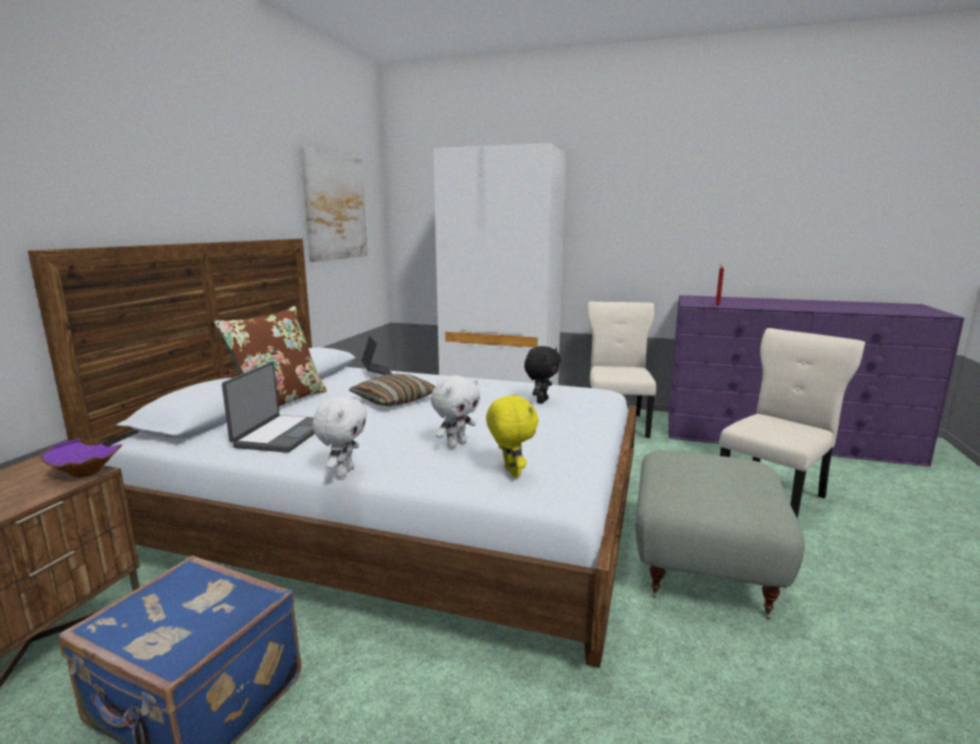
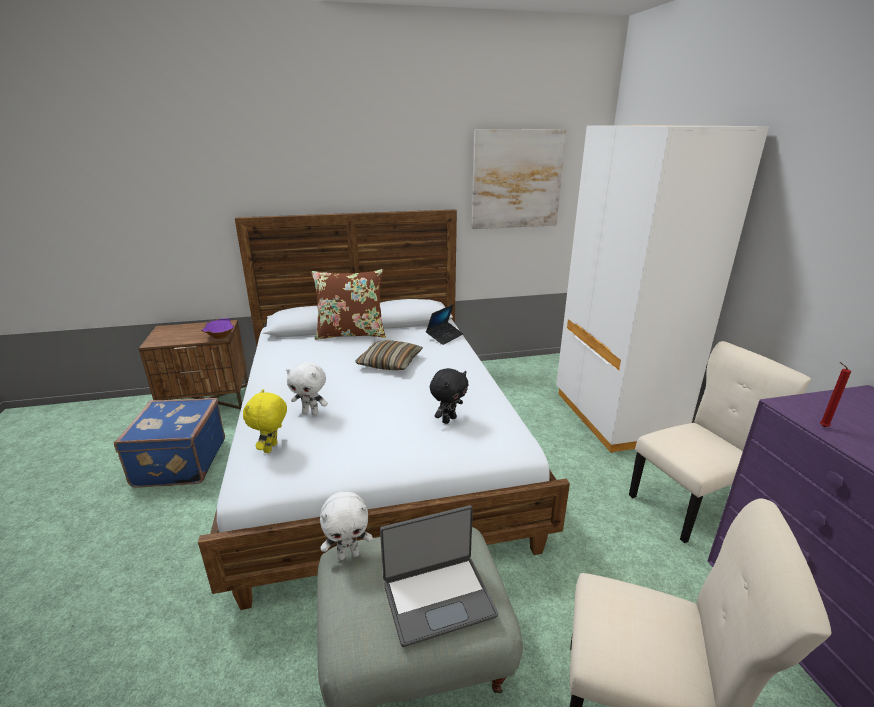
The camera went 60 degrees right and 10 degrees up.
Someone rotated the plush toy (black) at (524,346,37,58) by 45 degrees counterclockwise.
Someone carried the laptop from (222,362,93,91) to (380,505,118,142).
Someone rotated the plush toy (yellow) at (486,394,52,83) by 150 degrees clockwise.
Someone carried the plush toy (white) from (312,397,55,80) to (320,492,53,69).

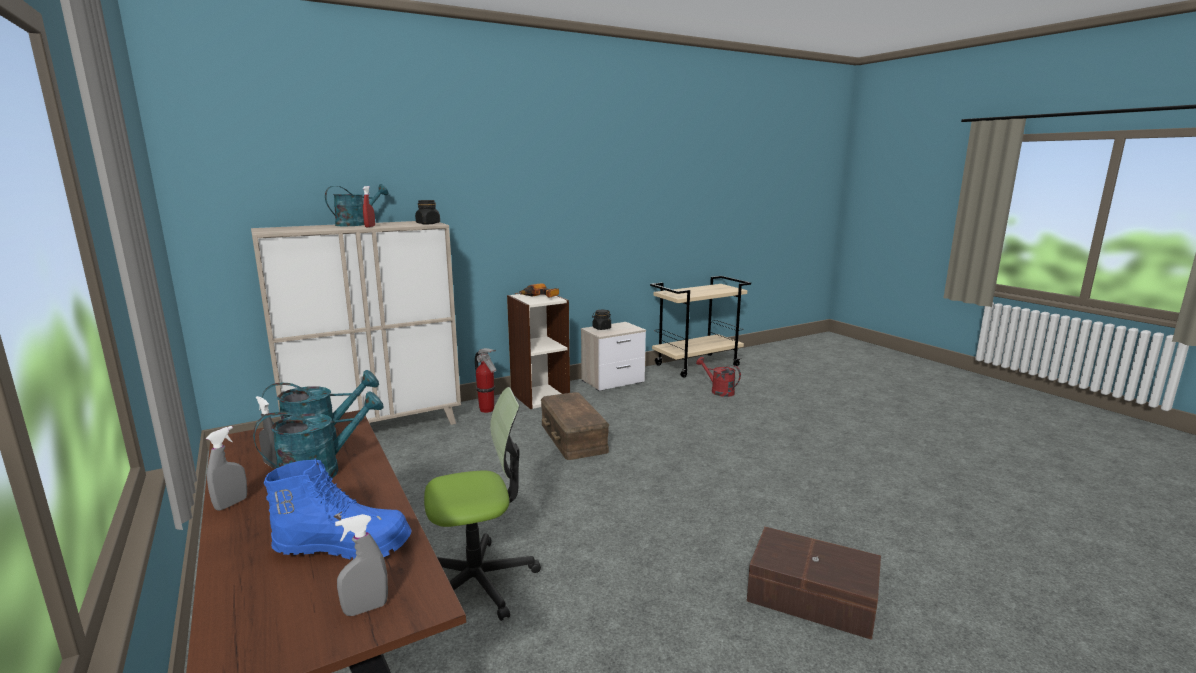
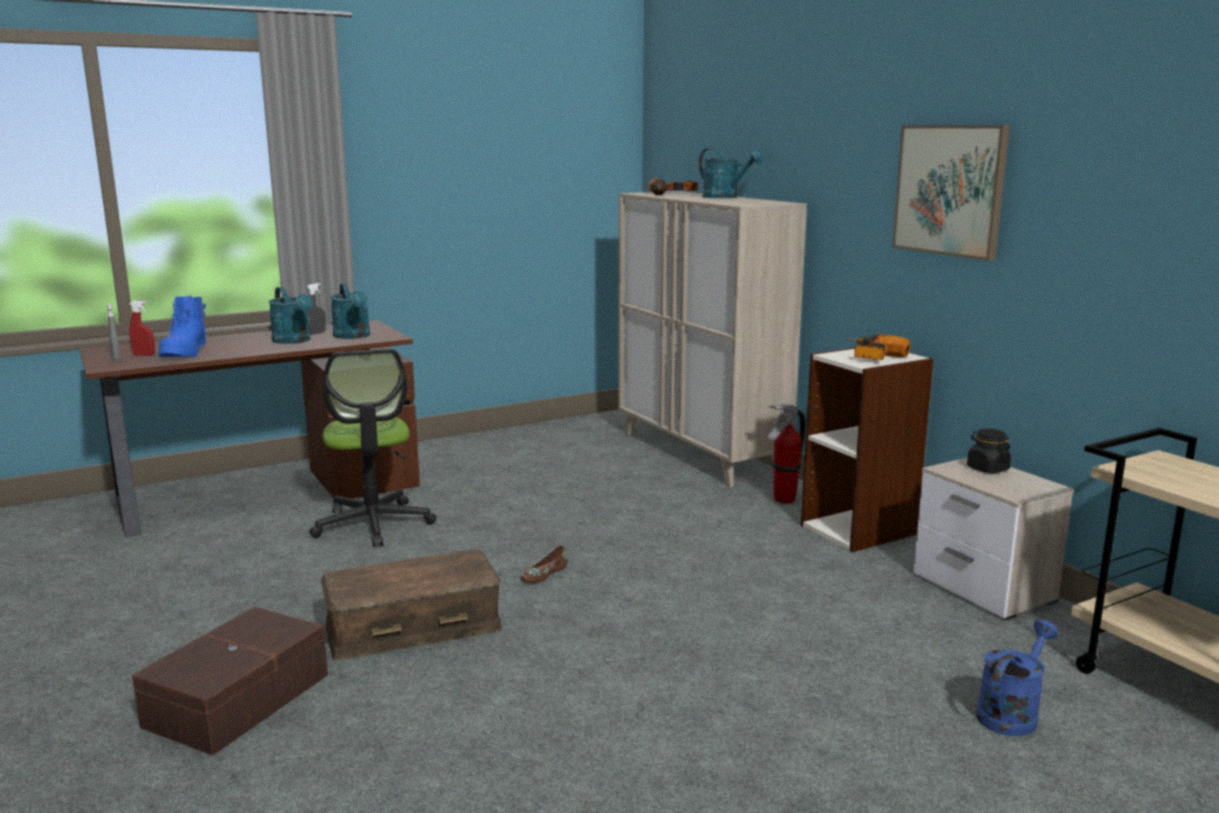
The camera went 90 degrees right and 0 degrees up.
Someone carried the spray bottle (red) from (363,186,12,41) to (129,301,26,55).
Someone took away the jar (black) at (415,200,25,24).
Someone repainted the watering can (red) at (696,357,45,40), which became the watering can (blue) at (976,619,83,117).
Someone carried the storage box (brown) from (541,392,68,68) to (321,550,181,110).
Someone took away the spray bottle (grey) at (206,426,41,85).
Someone put up the picture at (892,125,118,136).
Someone put down the power drill at (648,179,50,16).
Someone put down the shoe (brown) at (520,545,47,38).

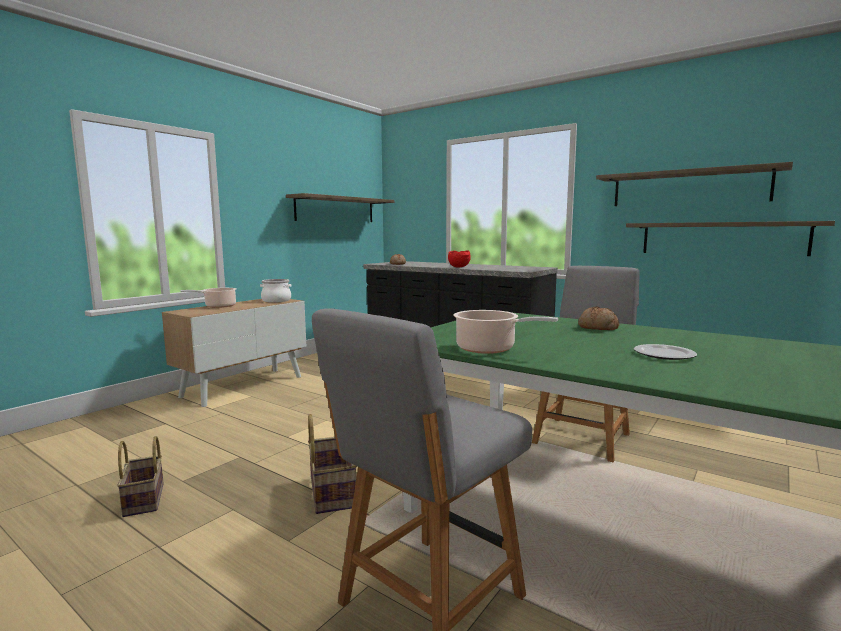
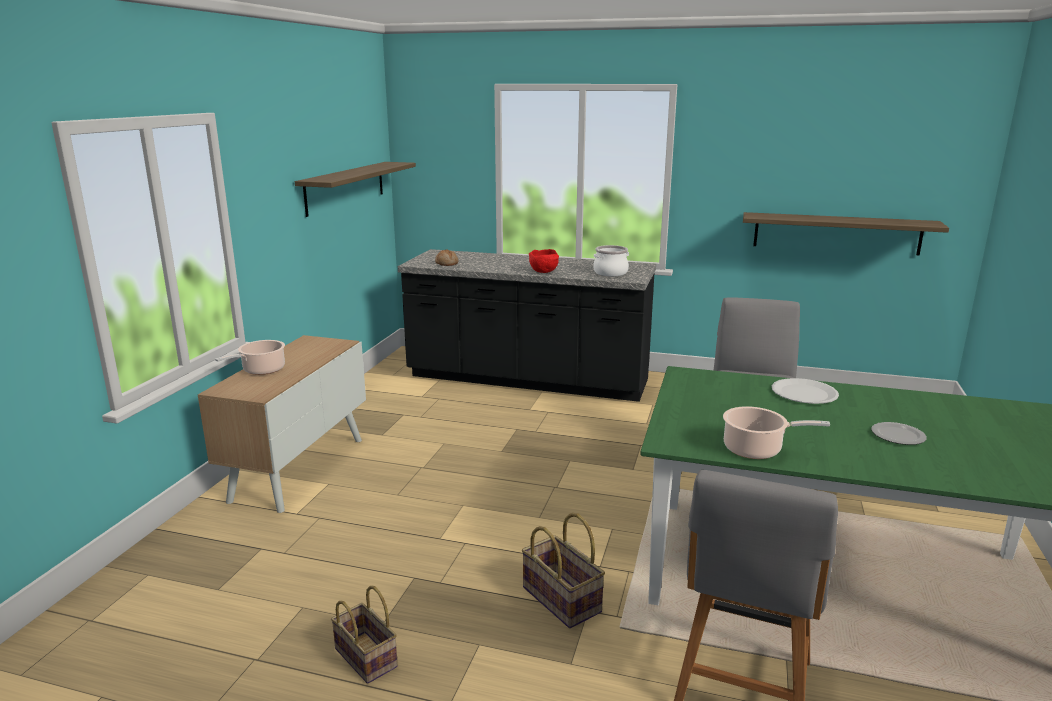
The camera went 20 degrees left and 10 degrees up.
Someone took away the shelf at (596,162,197,44).
Someone carried the cooking pot from (260,279,31,24) to (593,245,36,31).
Someone swapped the bread at (578,306,41,24) for the plate (white) at (772,378,67,26).

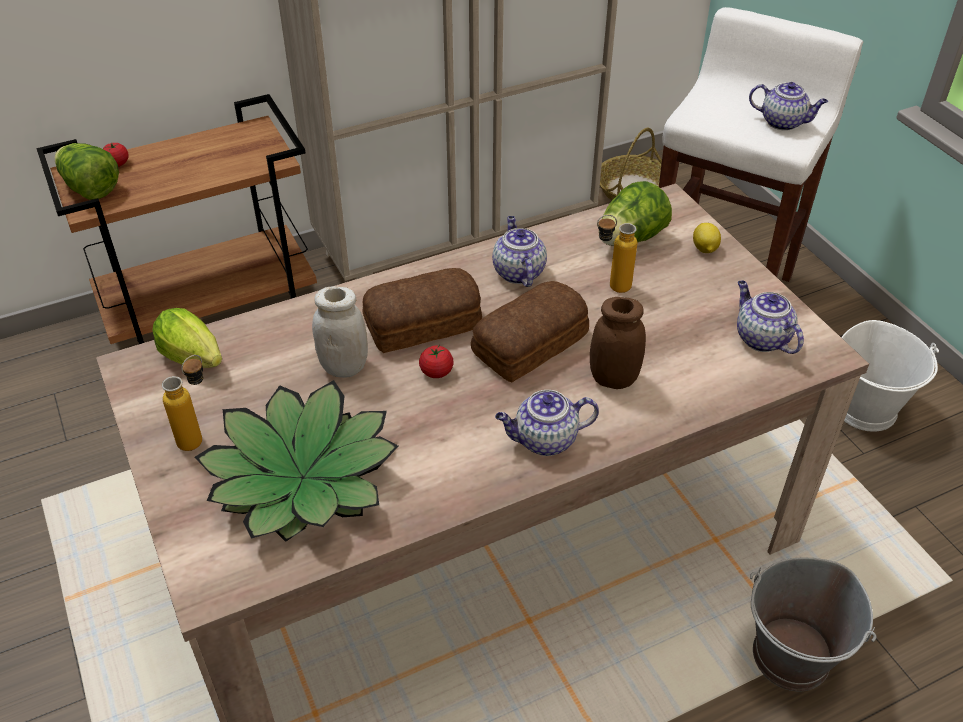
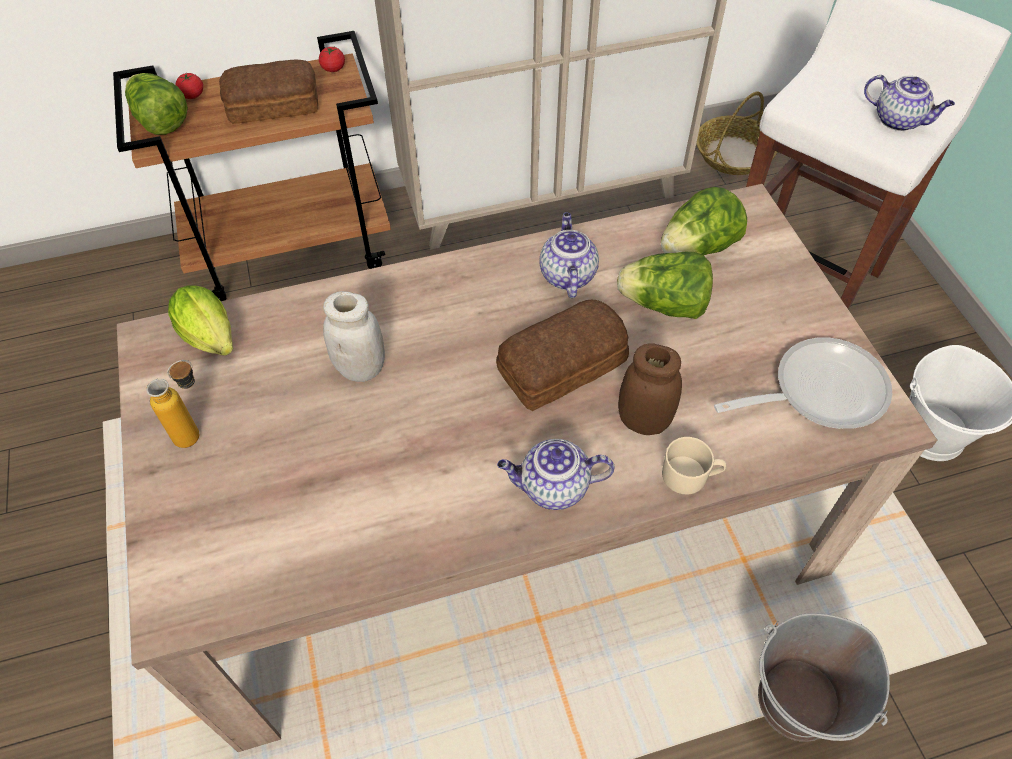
The camera went 10 degrees right and 10 degrees up.
Someone swapped the bottle at (597,215,40,78) for the lettuce at (617,252,96,67).
Someone took away the lemon at (693,223,28,30).
Someone carried the bread from (362,268,120,85) to (219,60,99,64).
Someone swapped the teapot at (737,281,67,73) for the frying pan at (714,337,178,92).
Someone carried the tomato from (419,345,35,33) to (319,47,26,25).
Someone took away the potted plant at (195,380,203,162).
Someone put down the mug (beige) at (662,437,65,57).

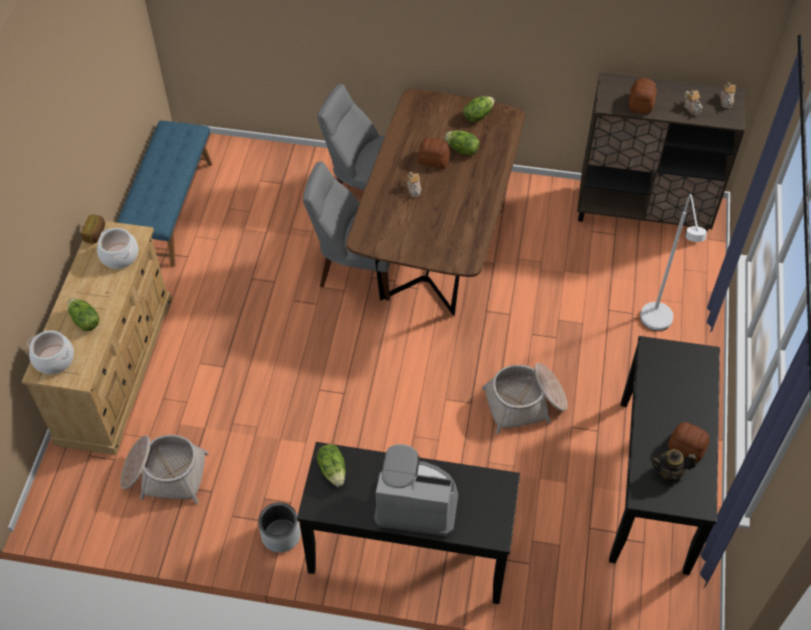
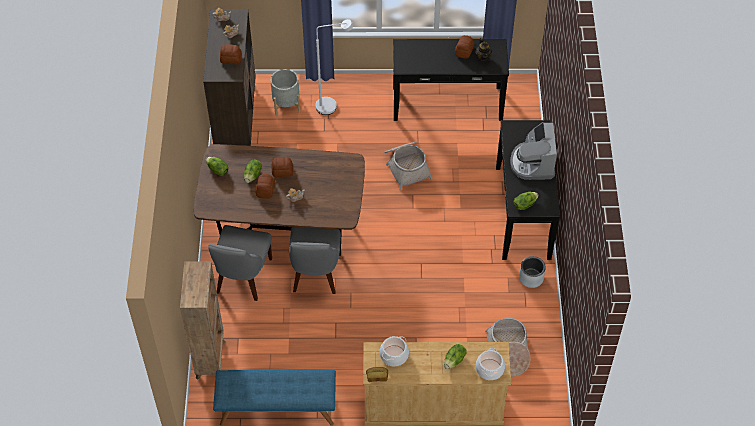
The camera went 100 degrees left and 0 degrees up.
Someone put down the planter (grey) at (270,69,30,46).
Someone put down the bread at (272,157,21,20).
Someone put down the bookcase (brown) at (180,261,46,119).

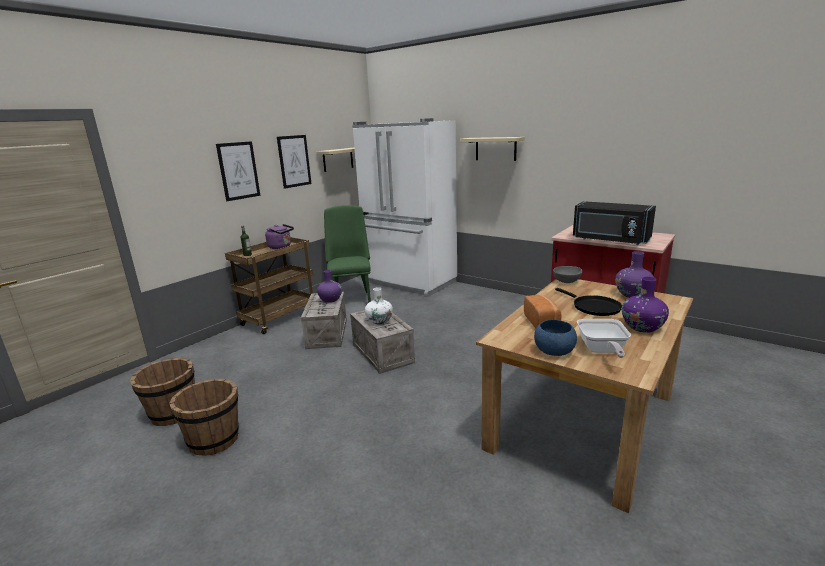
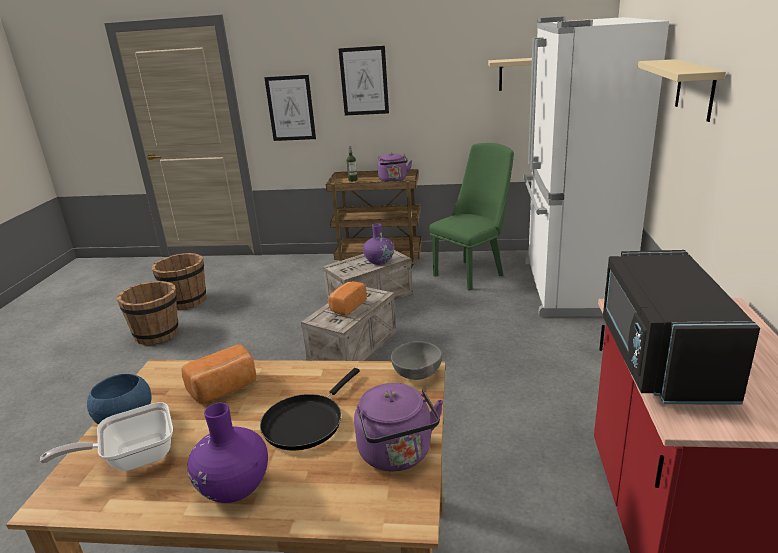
The camera went 60 degrees right and 5 degrees up.
Someone carried the picture from (277,135,35,54) to (264,75,52,66).
Someone swapped the vase (purple) at (615,251,39,47) for the kettle (purple) at (354,383,89,88).
Someone swapped the vase (white) at (365,287,28,38) for the bread at (328,281,39,35).

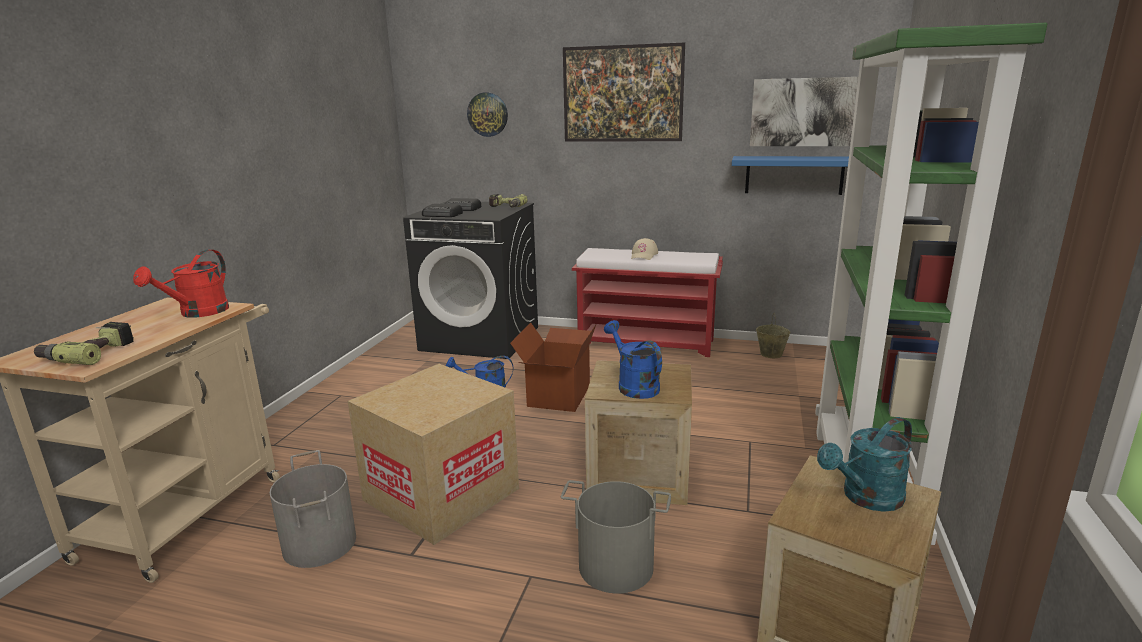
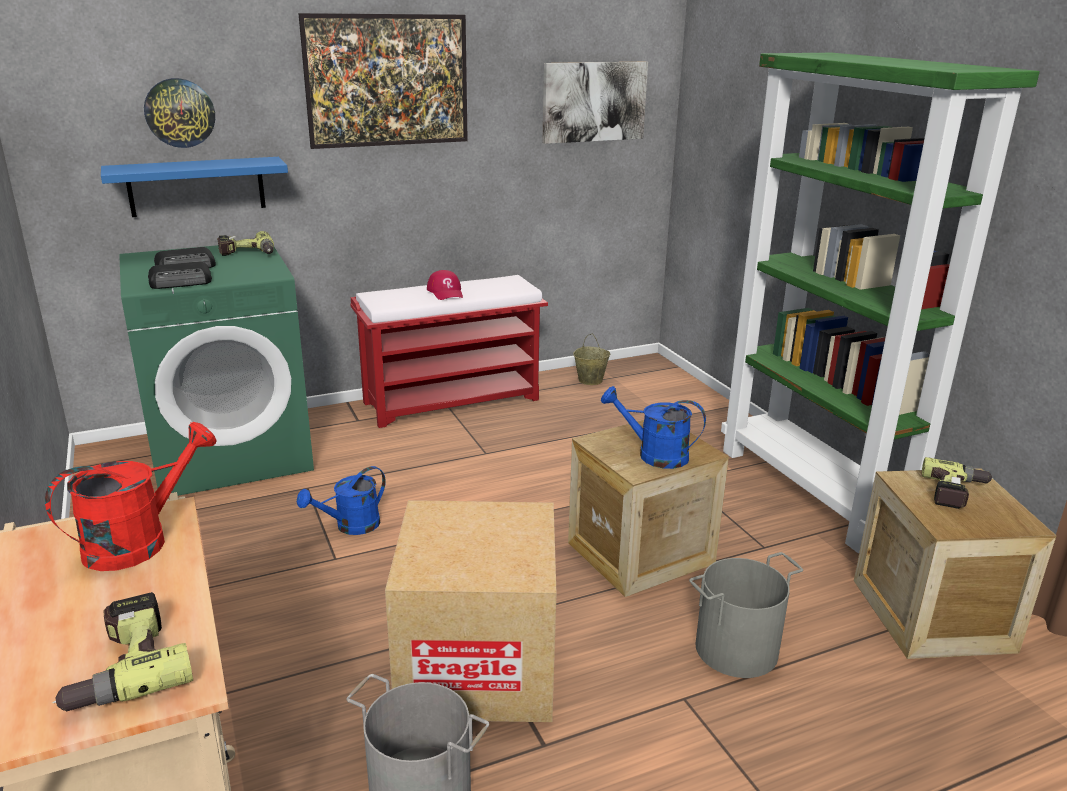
The camera went 40 degrees left and 5 degrees up.
Someone carried the shelf (blue) from (732,156,117,39) to (101,157,187,60).
Someone repainted the washing machine (black) at (403,201,135,158), which became the washing machine (green) at (119,245,195,251).
Someone repainted the cap (beige) at (631,238,27,22), which became the cap (red) at (427,270,36,30).
Someone rotated the watering can (red) at (133,249,96,69) by 120 degrees counterclockwise.
Someone took away the cardboard box at (510,322,86,90).
Someone swapped the watering can (turquoise) at (817,417,96,95) for the power drill at (922,457,71,52).

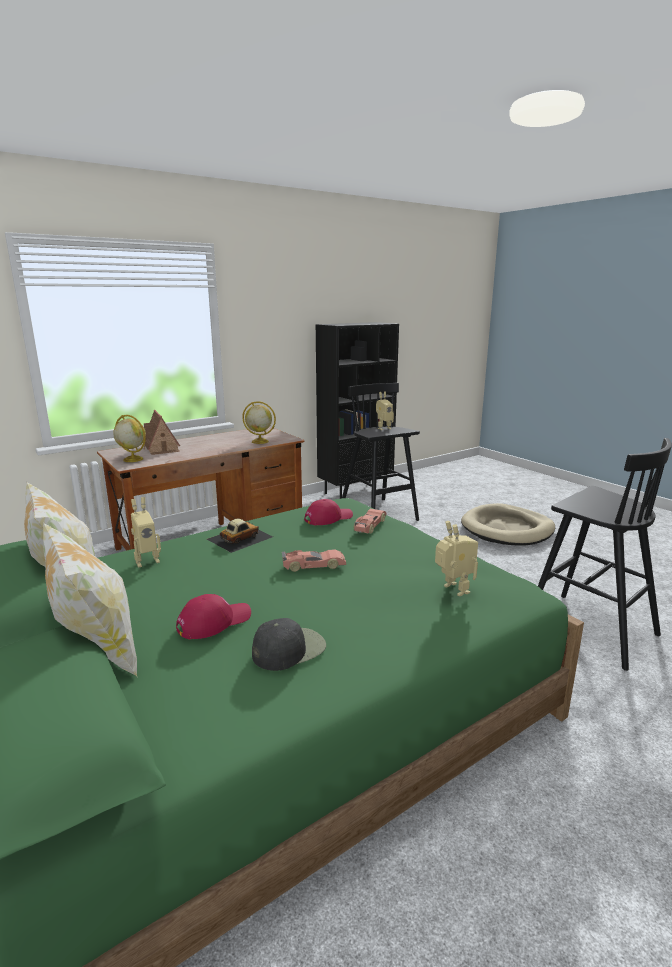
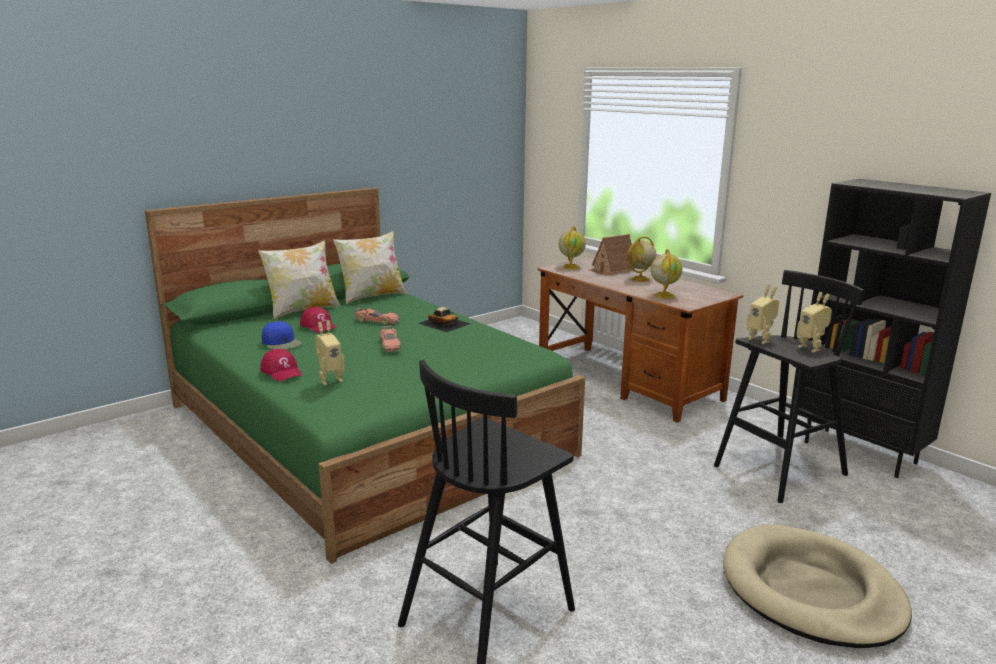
The camera went 85 degrees right and 0 degrees up.
Someone carried the toy robot from (131,497,30,70) to (746,284,33,60).
Someone carried the cap (red) from (304,499,49,27) to (260,349,42,32).
Someone carried the toy car from (354,509,33,24) to (355,308,45,17).
Someone repainted the cap (black) at (252,618,74,53), which became the cap (blue) at (262,321,40,28).
Someone put down the globe at (627,237,29,45).

